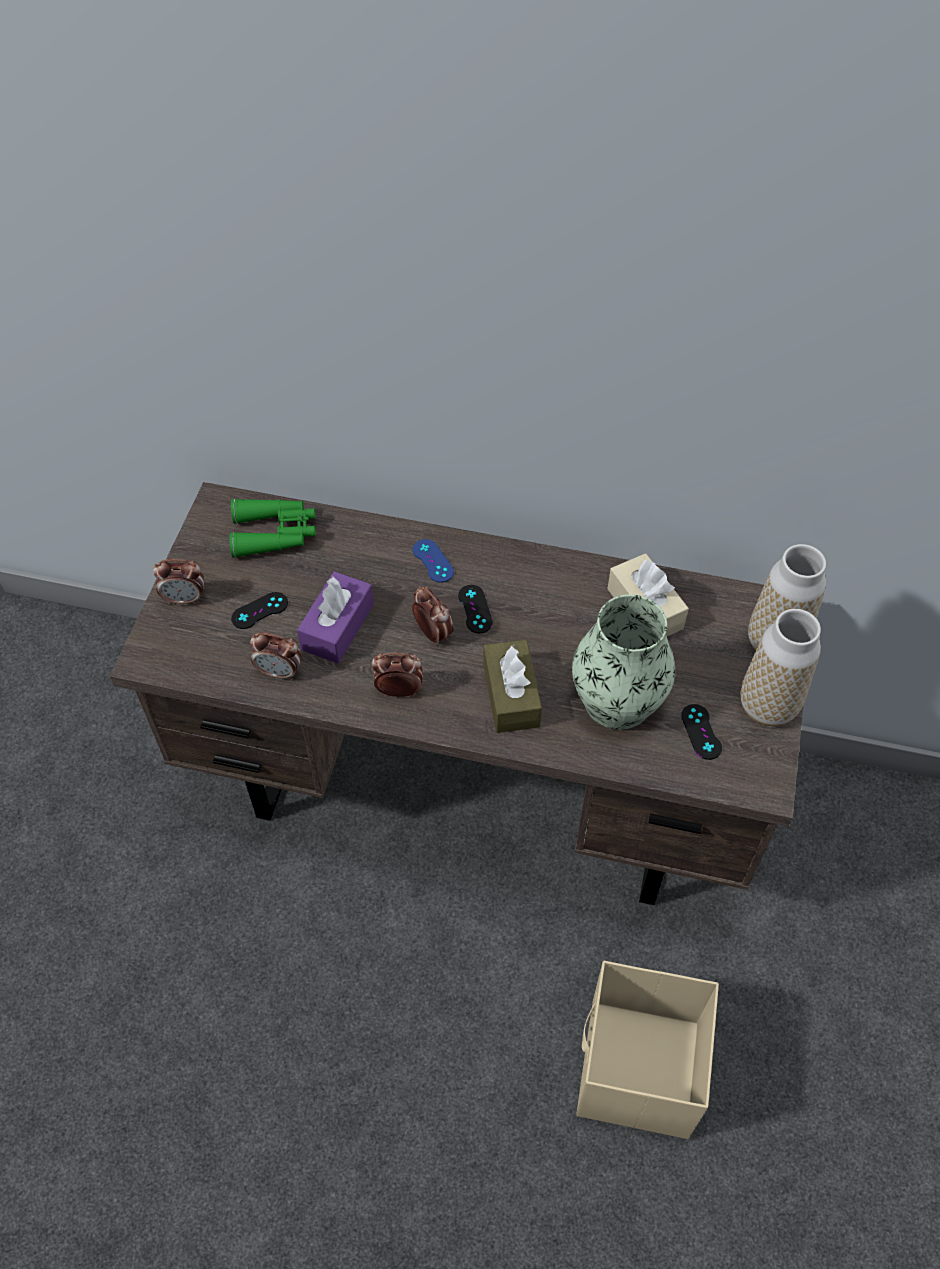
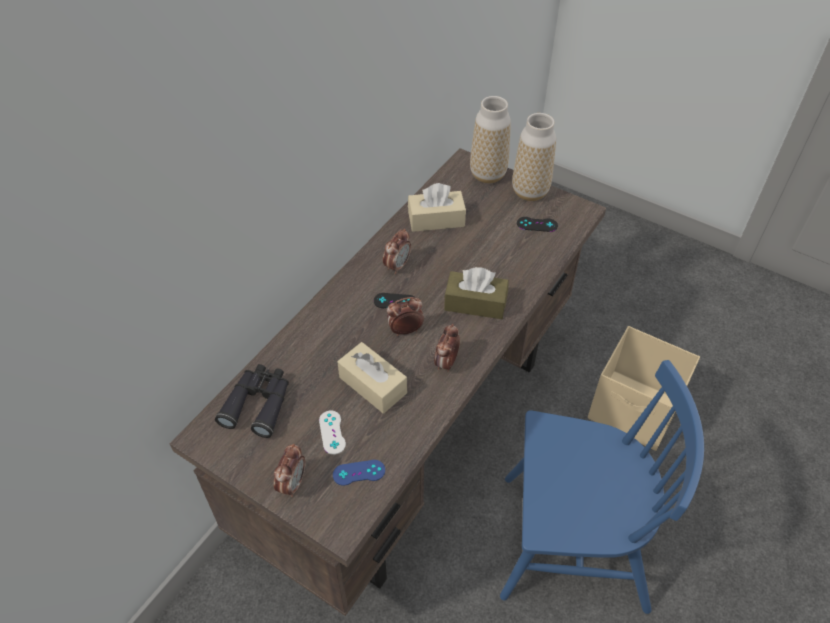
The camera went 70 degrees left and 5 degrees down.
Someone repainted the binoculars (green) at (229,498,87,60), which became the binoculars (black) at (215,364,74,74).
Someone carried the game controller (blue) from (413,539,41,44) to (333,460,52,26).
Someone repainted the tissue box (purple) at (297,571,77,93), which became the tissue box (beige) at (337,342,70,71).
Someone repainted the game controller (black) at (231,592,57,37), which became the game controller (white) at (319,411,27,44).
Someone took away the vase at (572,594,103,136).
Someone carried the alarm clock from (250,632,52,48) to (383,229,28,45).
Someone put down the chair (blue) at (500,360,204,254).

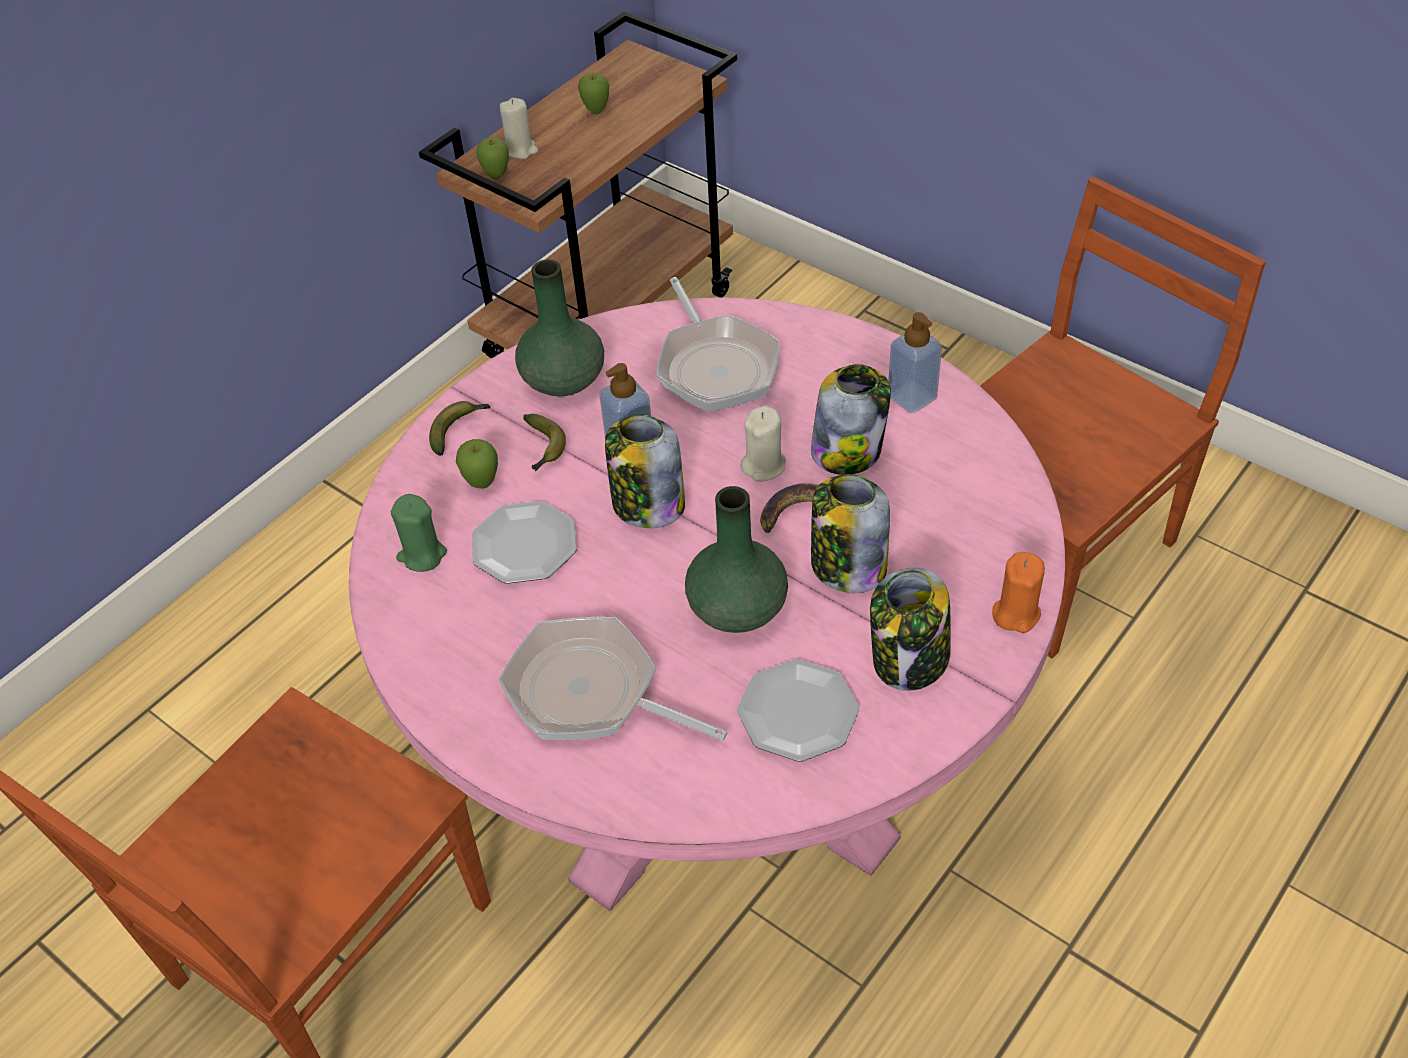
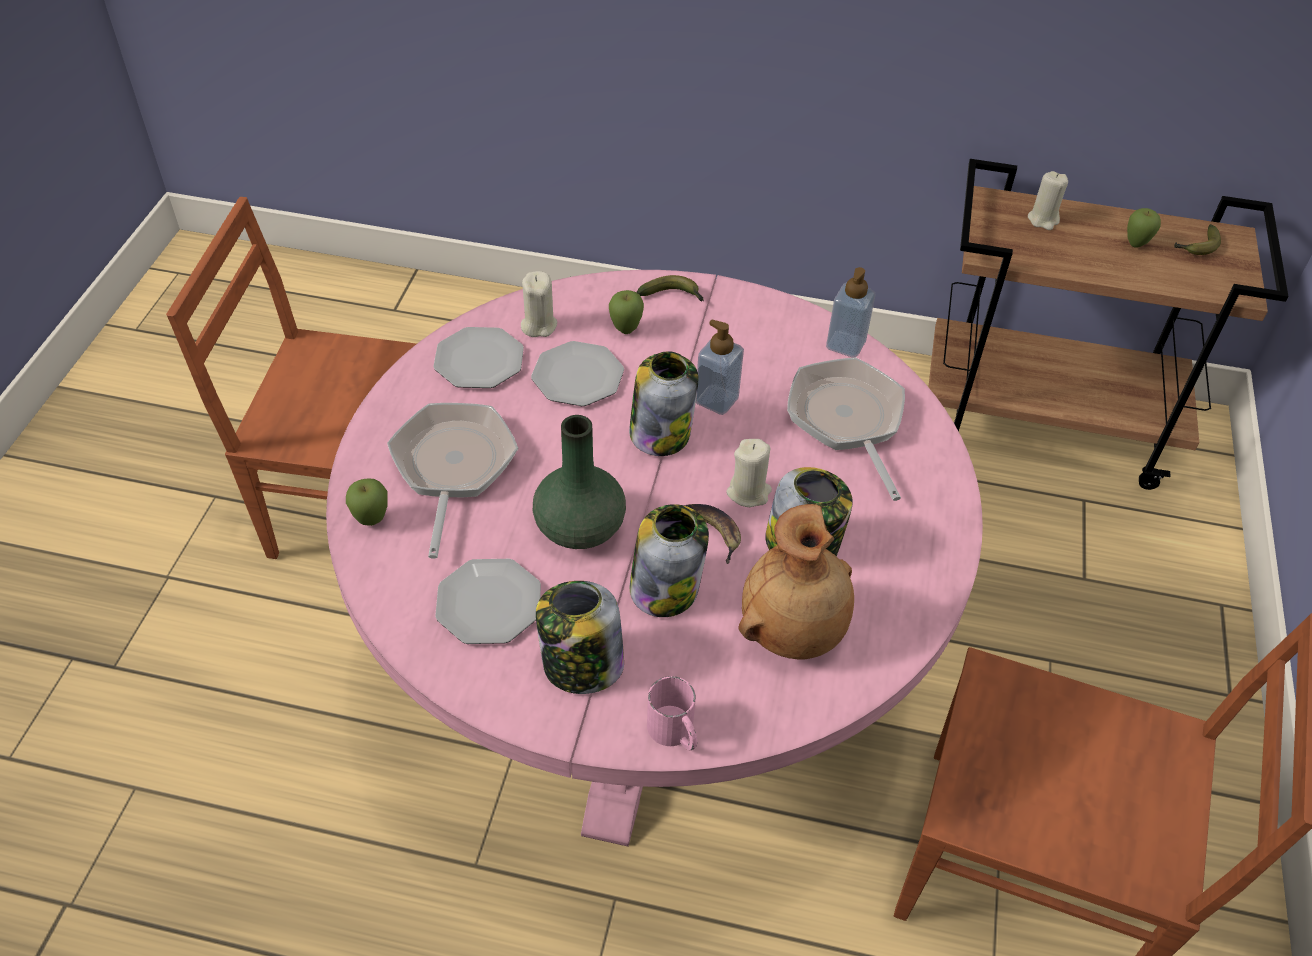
The camera went 60 degrees right and 0 degrees up.
Someone carried the apple from (476,137,33,43) to (346,478,42,48).
Someone took away the vase (green) at (515,259,89,137).
Someone rotated the frying pan at (656,277,124,135) by 120 degrees clockwise.
Someone carried the soap dispenser from (888,312,54,102) to (826,267,49,91).
Someone carried the banana from (523,414,43,57) to (1174,224,47,31).
Someone repainted the candle (green) at (391,494,56,78), which became the candle (beige) at (521,271,36,66).
Someone swapped the candle (orange) at (992,552,53,81) for the mug (pink) at (647,676,50,75).
Someone put down the plate at (433,327,91,61).
Someone put down the vase (brown) at (738,504,116,156).

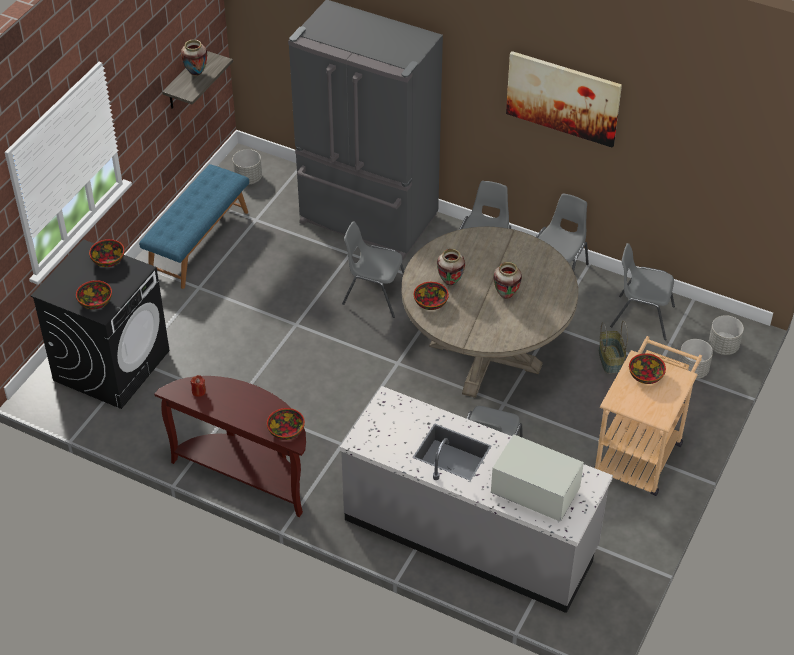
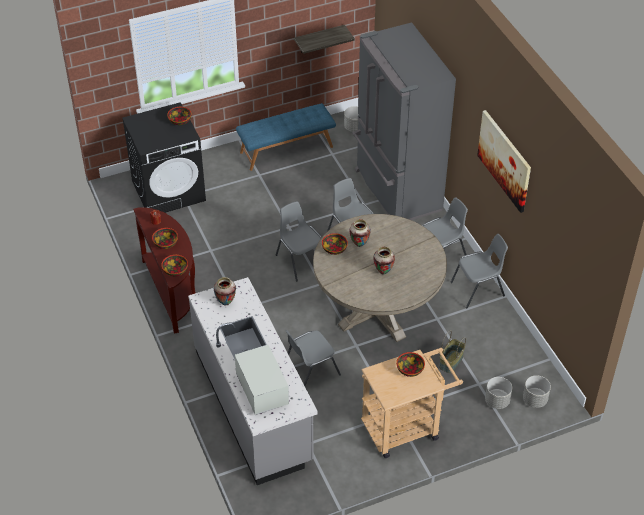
The camera went 40 degrees right and 0 degrees up.
Someone carried the vase from (181,39,26,37) to (214,277,22,28).
Someone carried the chair (grey) from (610,243,65,97) to (276,201,46,80).
Someone carried the bowl from (76,280,36,29) to (152,228,26,21).

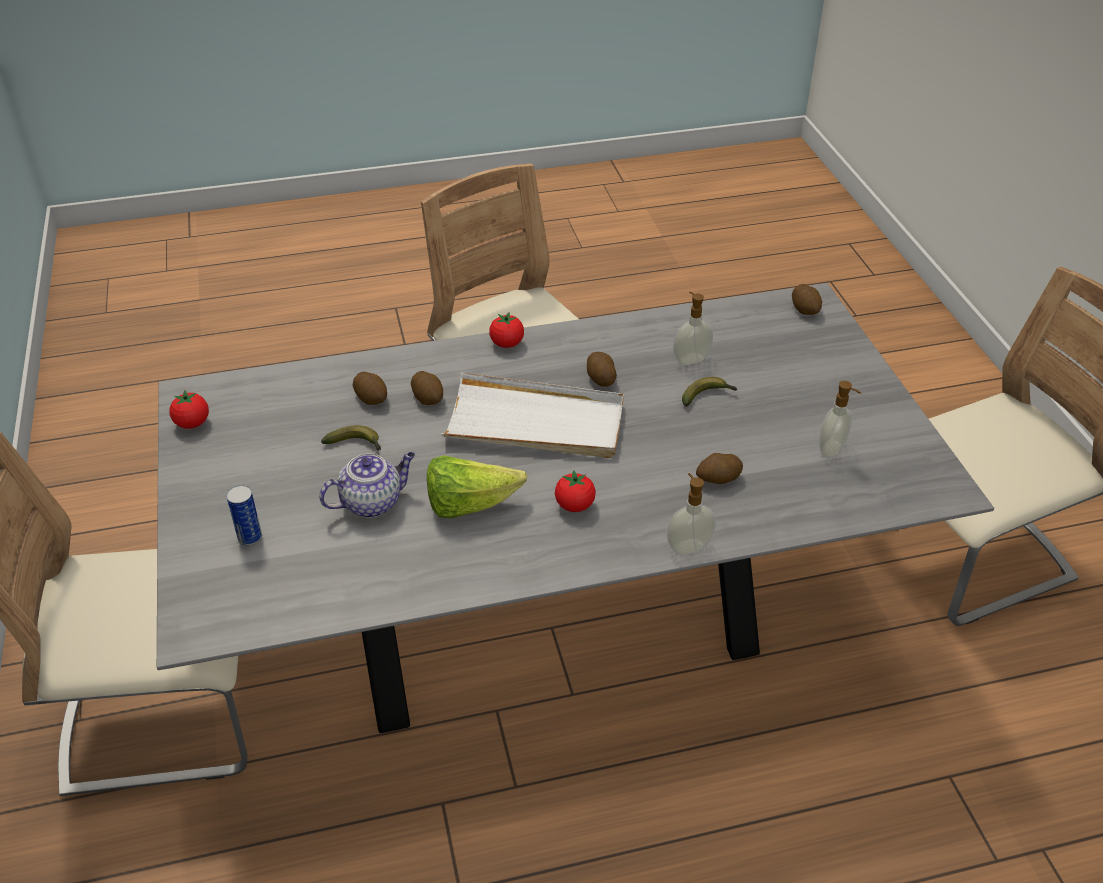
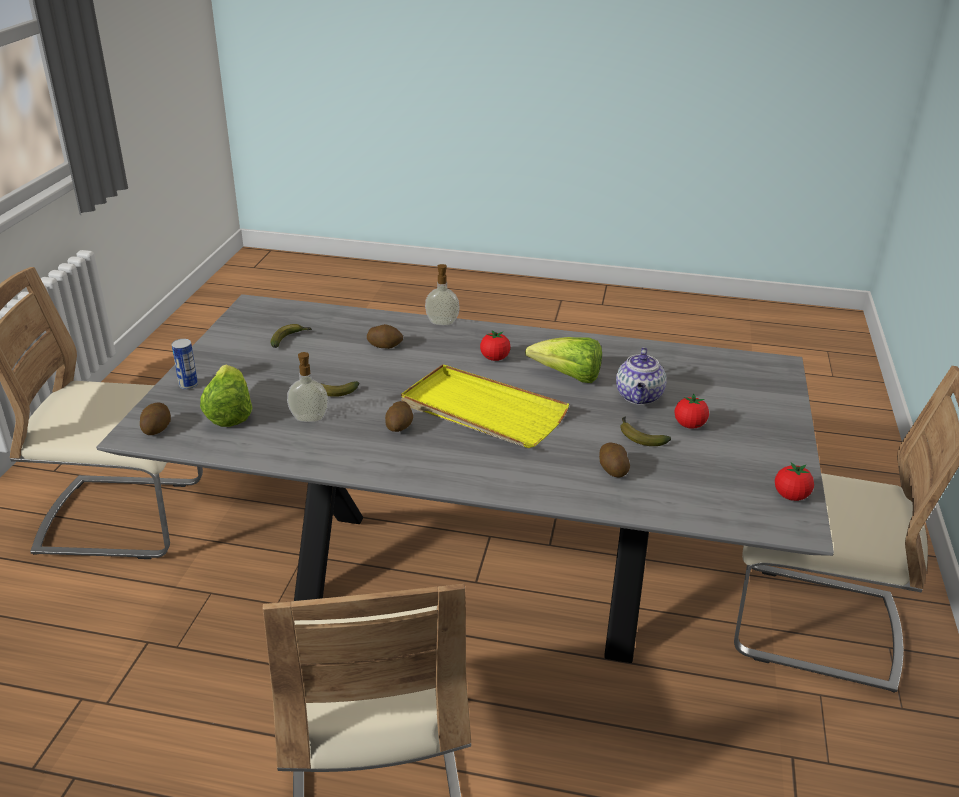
The camera went 155 degrees left and 10 degrees down.
Someone carried the tomato from (489,312,35,36) to (675,394,34,35).
Someone took away the potato at (411,371,32,34).
Someone repainted the tray (white) at (442,373,182,85), which became the tray (yellow) at (401,364,168,84).
Someone swapped the soap dispenser at (819,381,42,77) for the banana at (271,324,41,24).
Someone rotated the teapot at (319,452,96,66) by 75 degrees counterclockwise.
Someone carried the can from (226,485,36,61) to (172,339,26,51).
Someone put down the lettuce at (200,365,52,62).

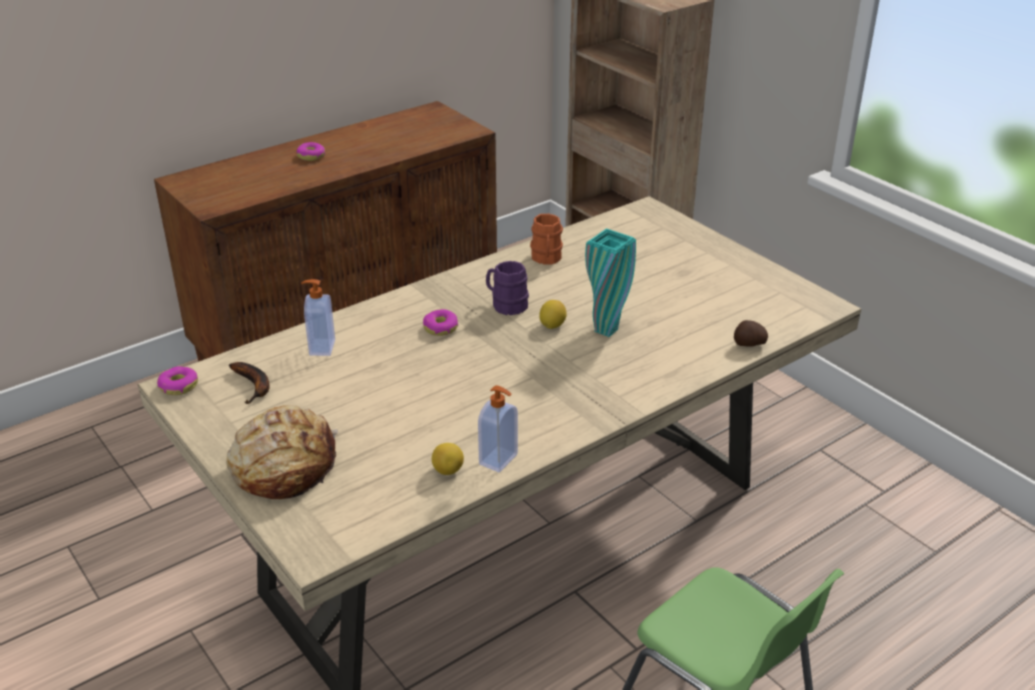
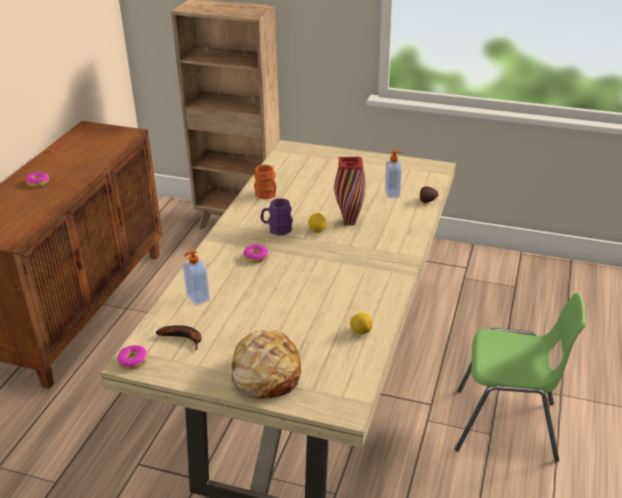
The camera went 35 degrees left and 0 degrees up.
Someone repainted the vase (turquoise) at (585,228,51,109), which became the vase (red) at (334,157,31,68).
Someone carried the soap dispenser from (478,385,40,87) to (385,151,18,47).

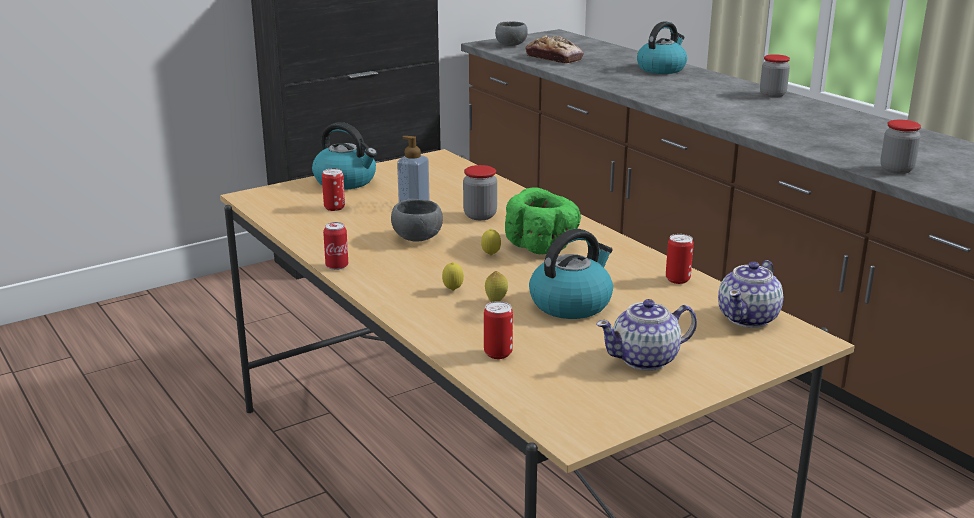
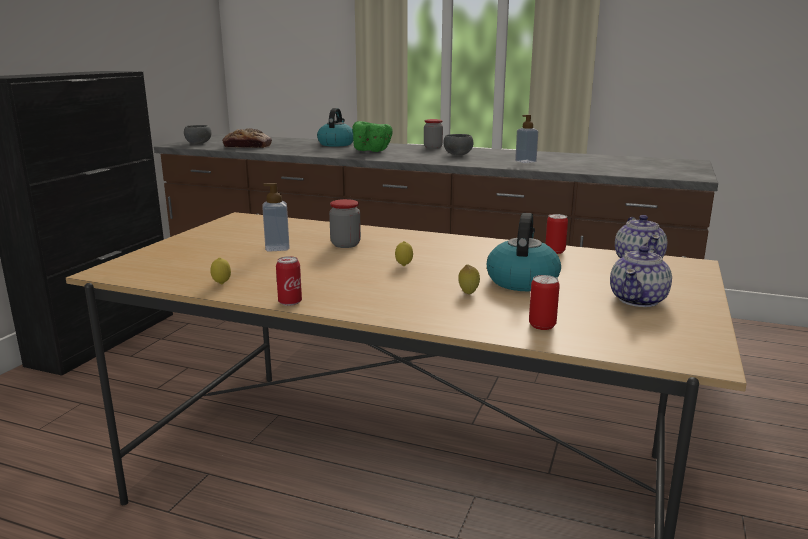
The camera went 35 degrees left and 5 degrees down.
Someone took away the jar at (880,120,41,54).
Someone took away the kettle at (312,122,65,68).
Someone took away the can at (322,168,23,43).
Someone carried the bowl (green) from (505,187,76,67) to (352,121,41,31).
Someone carried the bowl (grey) from (391,199,52,43) to (444,134,29,21).
Someone carried the lemon from (442,262,22,29) to (210,258,21,27).
Someone put down the soap dispenser at (515,115,23,48).

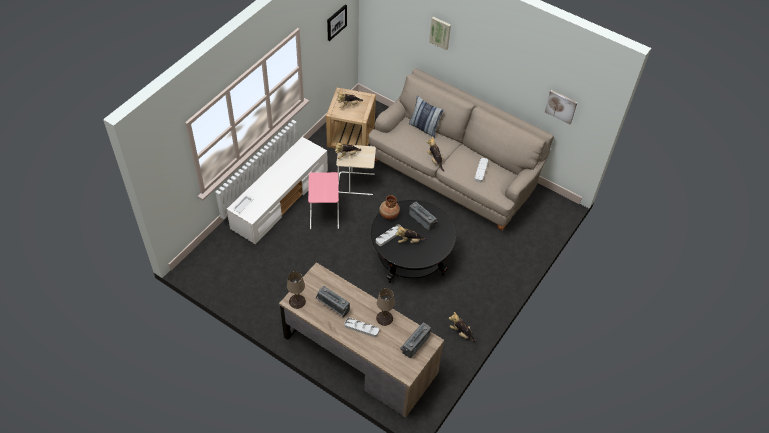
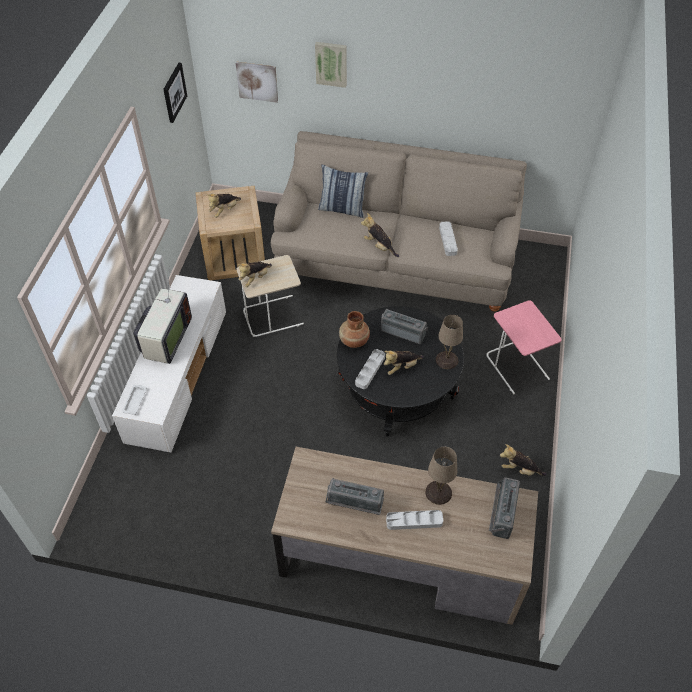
The camera went 20 degrees left and 0 degrees up.
Someone carried the picture from (545,90,32,34) to (236,62,42,41).
Someone carried the side table (pink) from (308,172,31,57) to (486,300,76,94).
Someone carried the table lamp (beige) from (287,271,19,38) to (436,315,27,54).
Someone put down the television at (134,280,58,84).

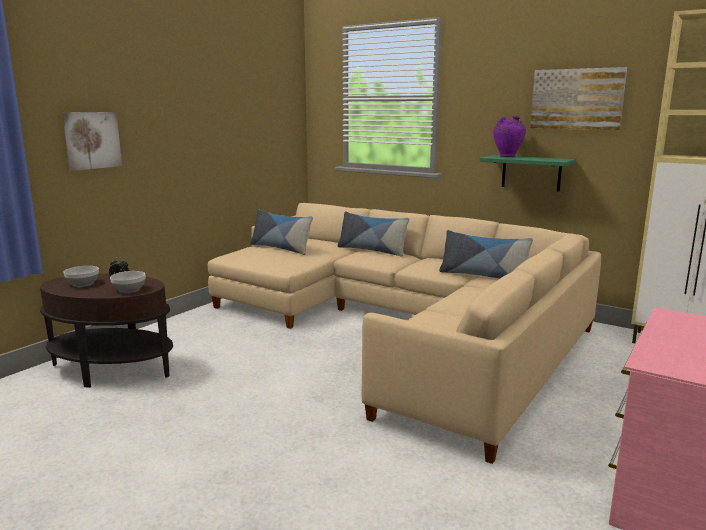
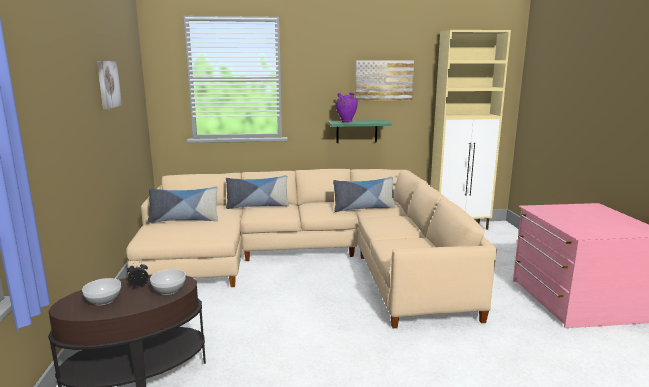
The camera went 40 degrees left and 0 degrees up.
Someone carried the picture from (62,112,60,59) to (97,61,25,48).

